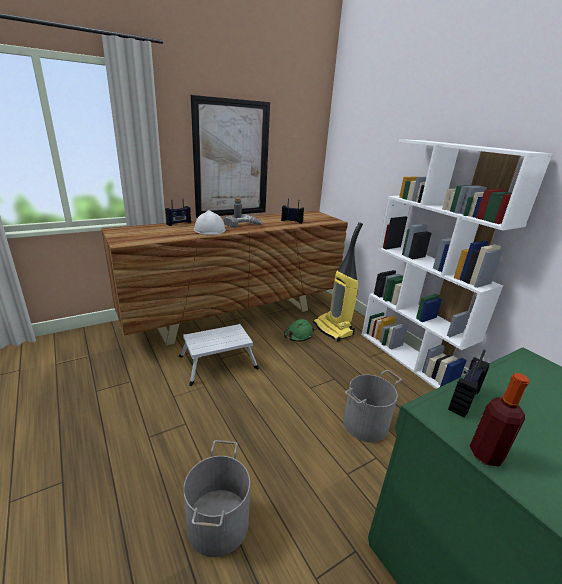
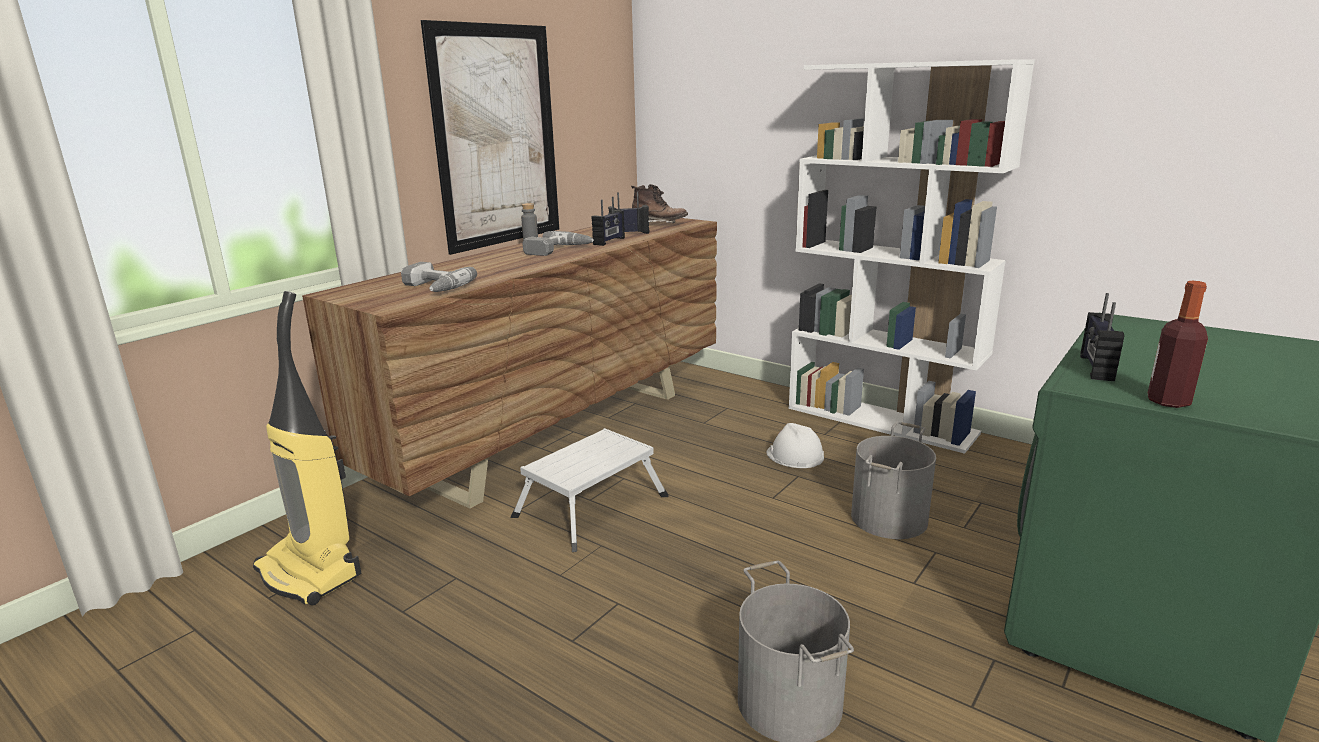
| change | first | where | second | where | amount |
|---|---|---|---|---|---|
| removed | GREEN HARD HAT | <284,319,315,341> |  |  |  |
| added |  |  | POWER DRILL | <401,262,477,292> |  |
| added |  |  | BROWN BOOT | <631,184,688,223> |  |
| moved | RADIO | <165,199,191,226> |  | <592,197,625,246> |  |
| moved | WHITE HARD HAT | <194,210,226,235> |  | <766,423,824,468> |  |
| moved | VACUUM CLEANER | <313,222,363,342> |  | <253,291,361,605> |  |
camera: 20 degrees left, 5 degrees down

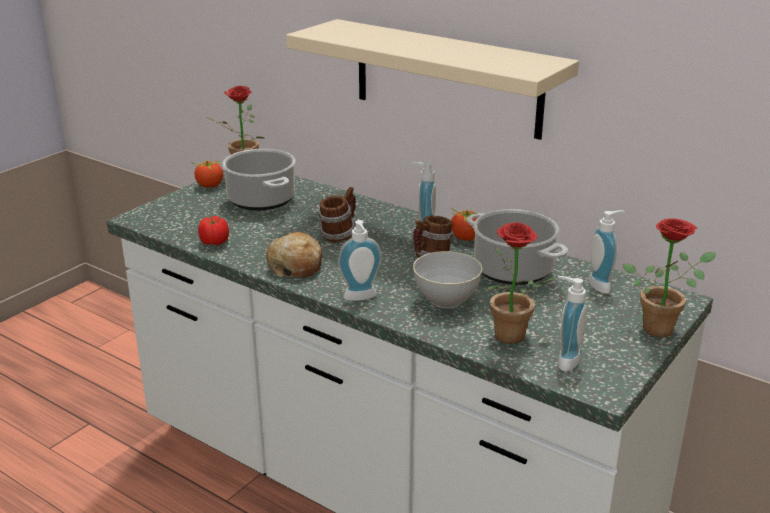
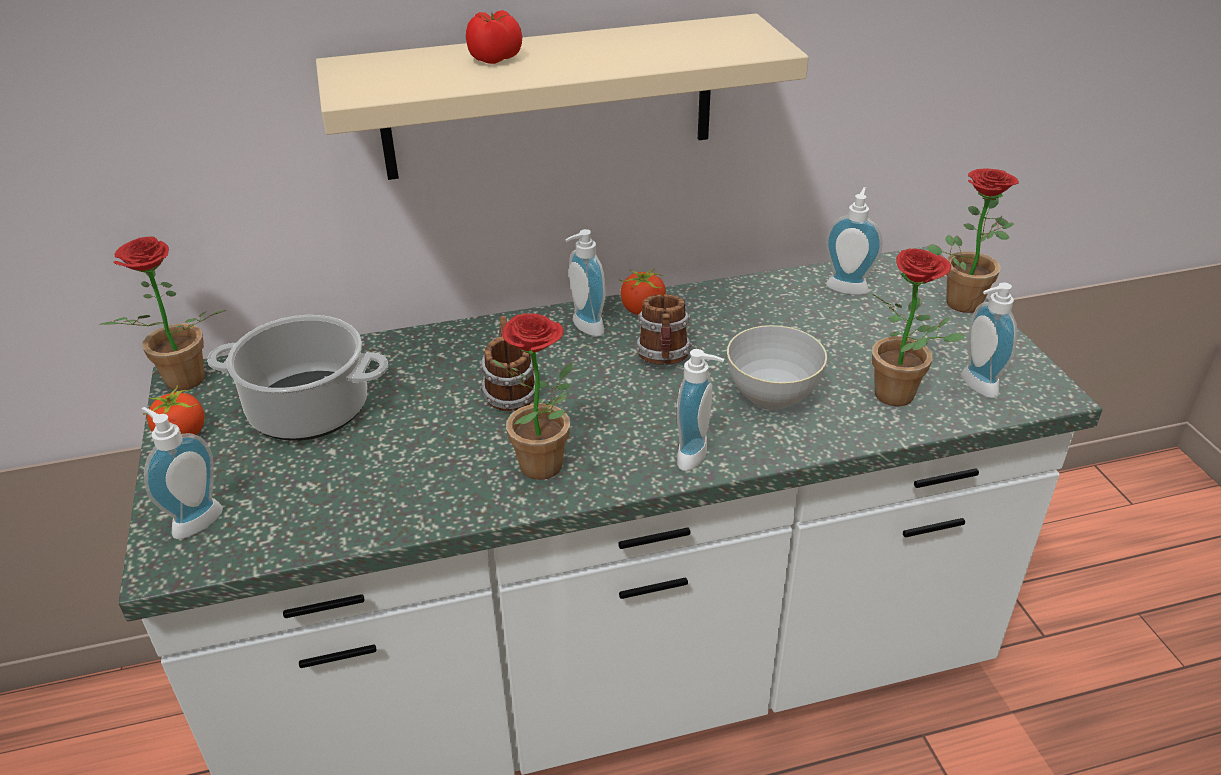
| change | first | where | second | where | amount |
|---|---|---|---|---|---|
| removed | COOKING POT | <467,209,568,285> |  |  |  |
| added |  |  | SOAP DISPENSER | <142,407,223,539> |  |
| moved | TOMATO | <198,216,229,245> |  | <466,10,522,64> |  |
| replaced | BREAD | <266,232,322,278> | POTTED PLANT | <491,313,573,480> |  |
camera: 50 degrees left, 10 degrees up

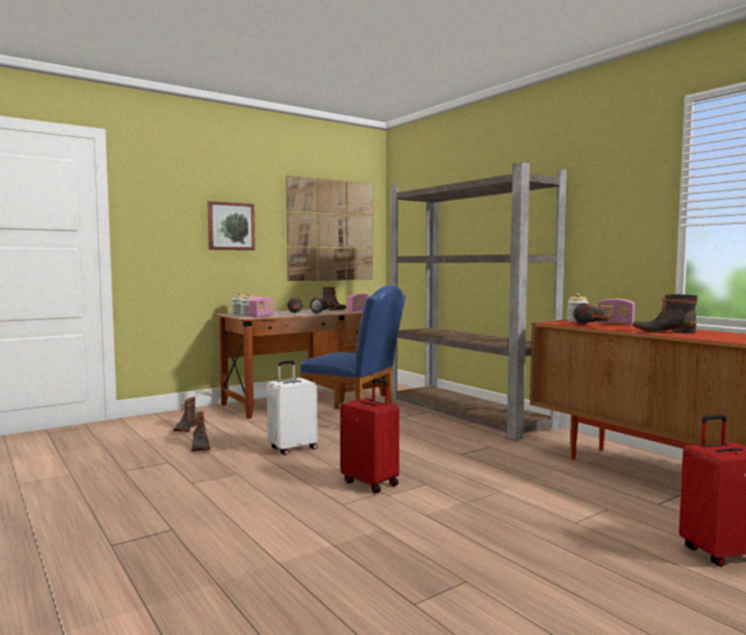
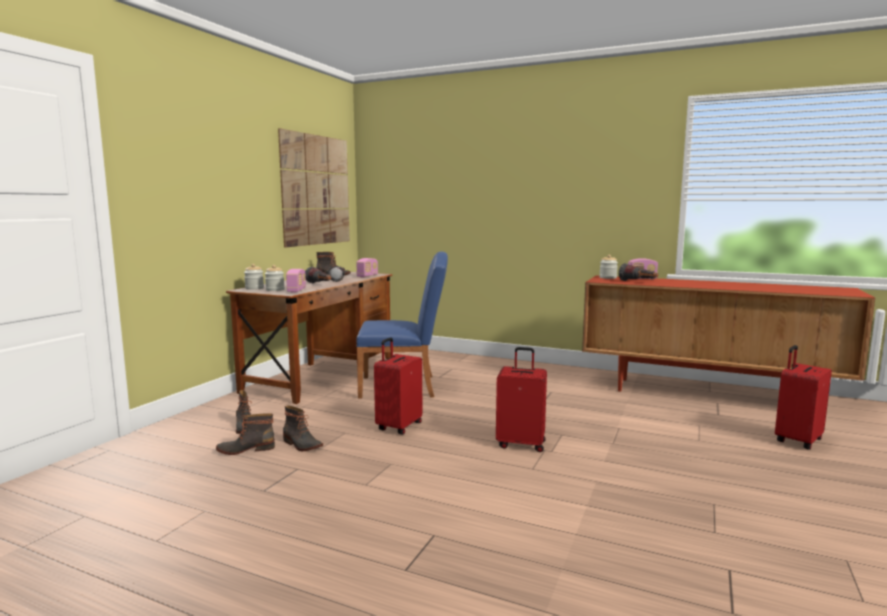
| change | first | where | second | where | amount |
|---|---|---|---|---|---|
| removed | PICTURE | <207,201,255,250> |  |  |  |
| removed | BROWN BOOKCASE | <390,162,567,441> |  |  |  |
| moved | BOOT | <632,294,698,333> |  | <216,413,275,455> |  |
| recoloured | WHITE SUITCASE | <267,361,318,455> | RED SUITCASE | <374,337,422,435> |  |
camera: 30 degrees left, 5 degrees up

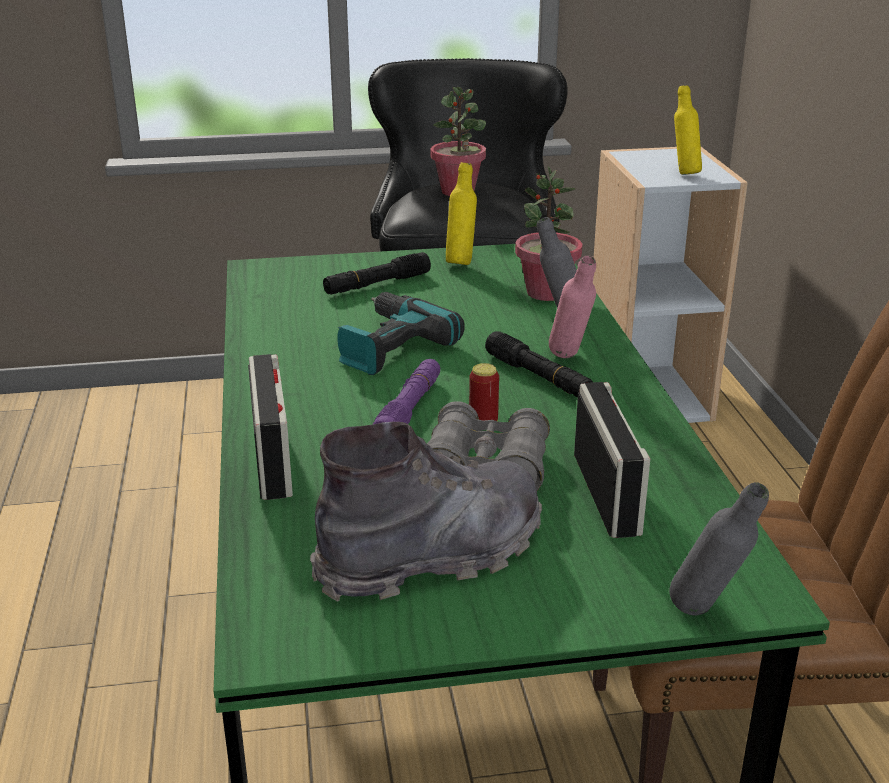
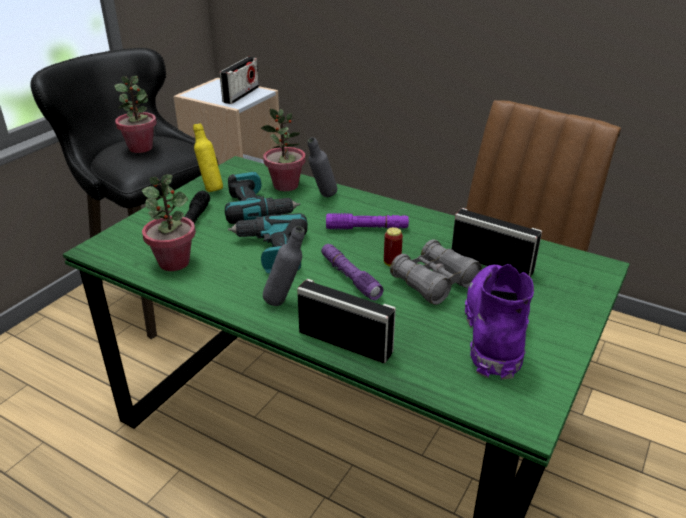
| change | first | where | second | where | amount |
|---|---|---|---|---|---|
| removed | PINK BOTTLE | <549,256,596,358> |  |  |  |
| added |  |  | POTTED PLANT | <142,174,196,271> |  |
| added |  |  | POWER DRILL | <225,172,300,224> |  |
| moved | GREY BOTTLE | <670,482,769,616> |  | <263,226,305,306> |  |
| replaced | YELLOW BOTTLE | <674,85,702,175> | RADIO | <220,57,259,104> |  |
| recoloured | GREY BOOT | <310,422,542,602> | PURPLE BOOT | <465,264,534,380> |  |
| recoloured | BLACK FLASHLIGHT | <485,331,593,397> | PURPLE FLASHLIGHT | <326,213,409,230> |  |
camera: 50 degrees left, 5 degrees up

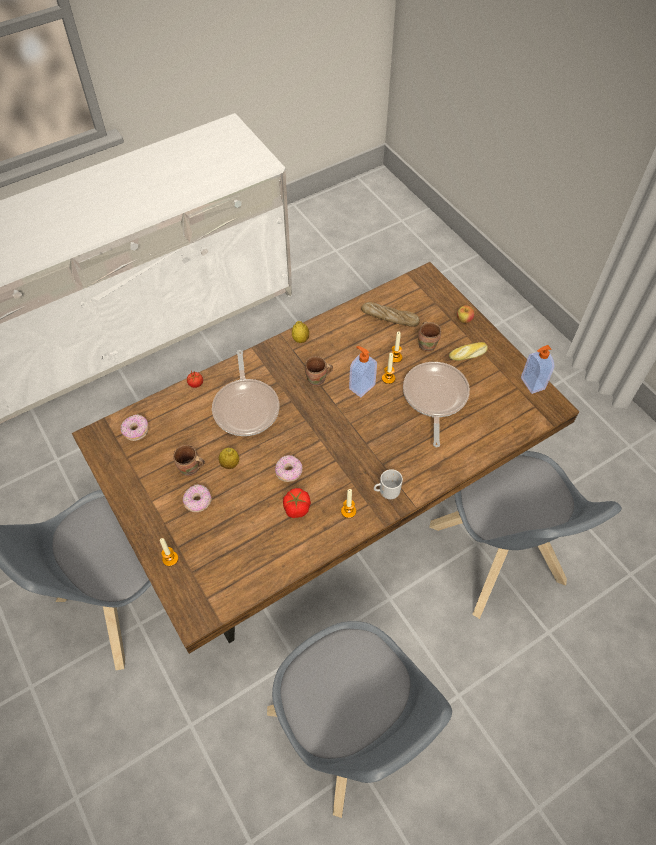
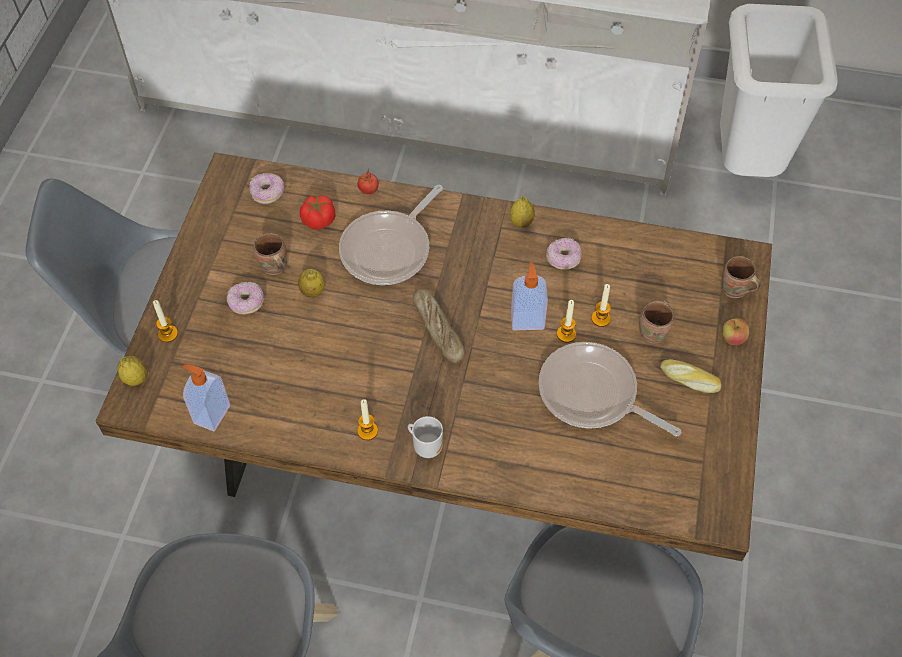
| change | first | where | second | where | amount |
|---|---|---|---|---|---|
| added |  |  | LEMON | <118,356,148,386> |  |
| added |  |  | WHITE TRASH CAN | <720,4,838,177> |  |
| moved | DONUT | <275,455,303,482> |  | <546,238,582,270> |  |
| moved | TOMATO | <283,488,311,518> |  | <300,195,335,230> |  |
| moved | BROWN MUG | <305,356,333,386> |  | <722,256,761,298> |  |
| moved | BREAD | <361,302,420,327> |  | <413,289,465,363> |  |
| moved | SOAP DISPENSER | <521,345,555,394> |  | <182,365,230,432> |  |
| turned | FRYING PAN | <403,362,470,447> |  | <539,342,681,437> | 105 degrees counterclockwise |
camera: 45 degrees right, 0 degrees up

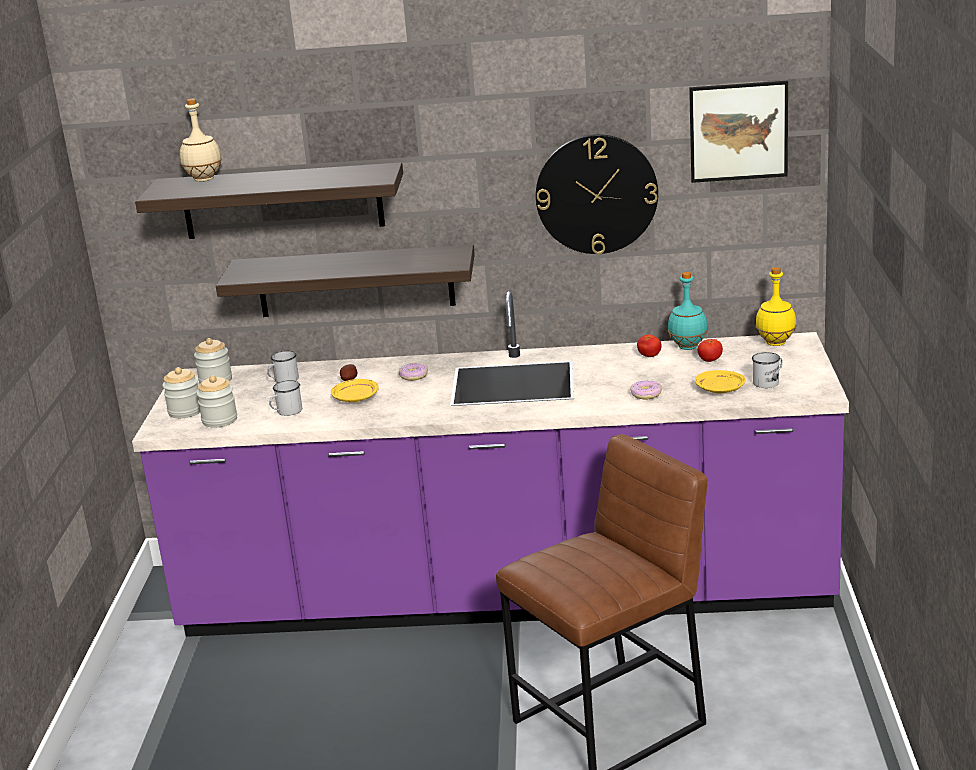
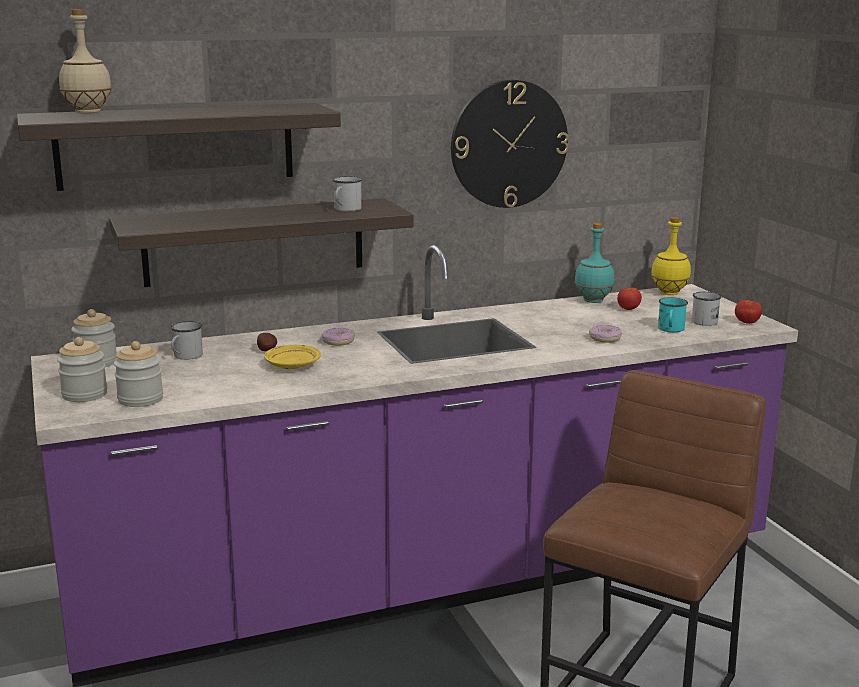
| change | first | where | second | where | amount |
|---|---|---|---|---|---|
| removed | PICTURE | <689,81,788,183> |  |  |  |
| moved | WHITE MUG | <269,380,302,416> |  | <332,177,362,211> |  |
| moved | TOMATO | <637,334,661,357> |  | <735,300,762,324> |  |
| replaced | YELLOW PLATE | <695,370,745,393> | TURQUOISE MUG | <658,297,688,332> |  |
camera: 25 degrees left, 5 degrees down

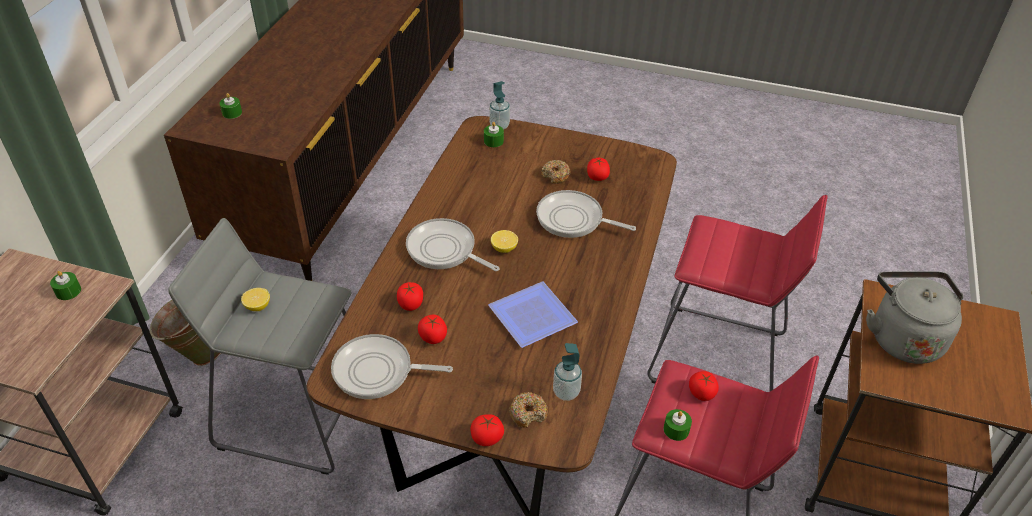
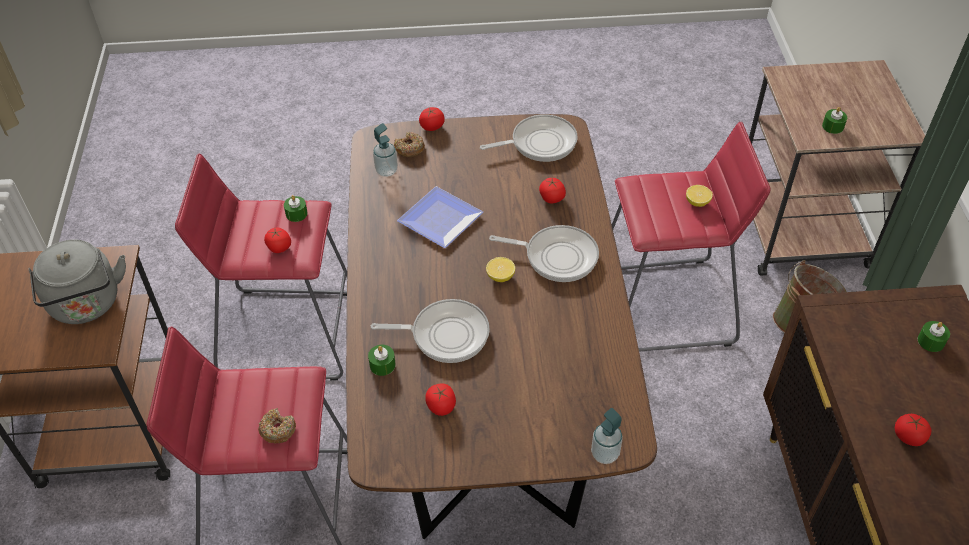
| change | first | where | second | where | amount |
|---|---|---|---|---|---|
| moved | TOMATO | <418,314,447,344> |  | <895,414,931,446> |  |
| moved | GREEN CANDLE | <484,122,504,147> |  | <368,345,396,376> |  |
| moved | DONUT | <541,160,571,184> |  | <258,408,296,444> |  |
| recoloured | GREY STOOL | <169,218,352,475> | RED STOOL | <612,122,771,352> |  |
camera: 160 degrees right, 5 degrees up

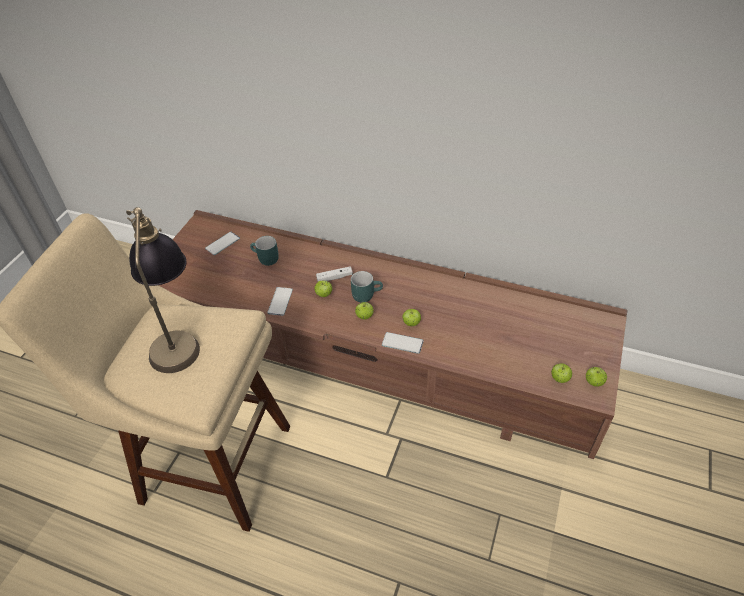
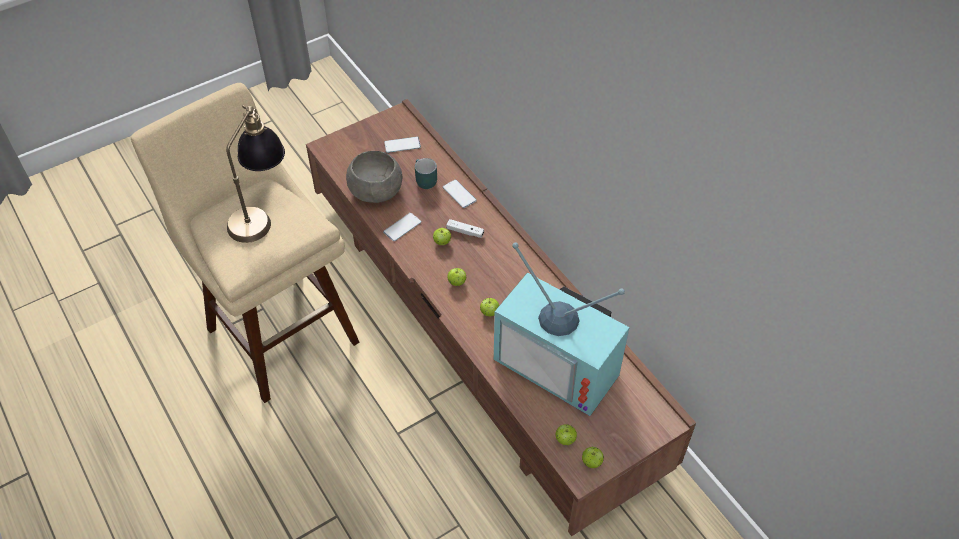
| change | first | where | second | where | amount |
|---|---|---|---|---|---|
| removed | TURQUOISE MUG | <351,271,383,303> |  |  |  |
| added |  |  | GREY BOWL | <346,151,402,203> |  |
| added |  |  | TELEVISION | <494,242,630,416> |  |
| moved | PHONE | <382,332,424,354> |  | <443,180,477,208> |  |
camera: 35 degrees right, 5 degrees up

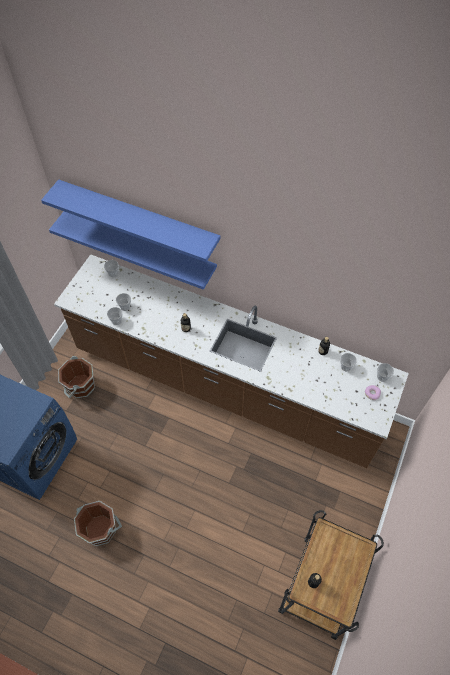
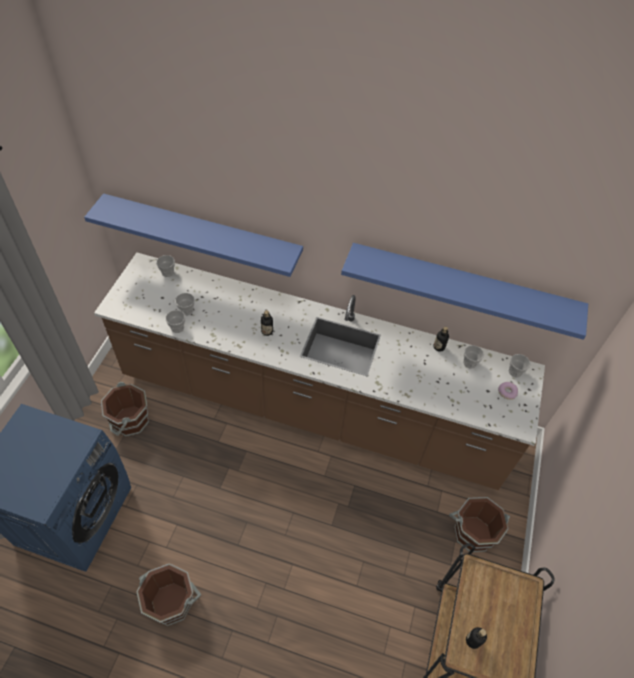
| change | first | where | second | where | amount |
|---|---|---|---|---|---|
| added |  |  | BROWN BUCKET | <449,497,510,552> |  |
| moved | BLUE SHELF | <41,179,220,262> |  | <341,243,588,340> |  |
camera: 10 degrees left, 5 degrees down

